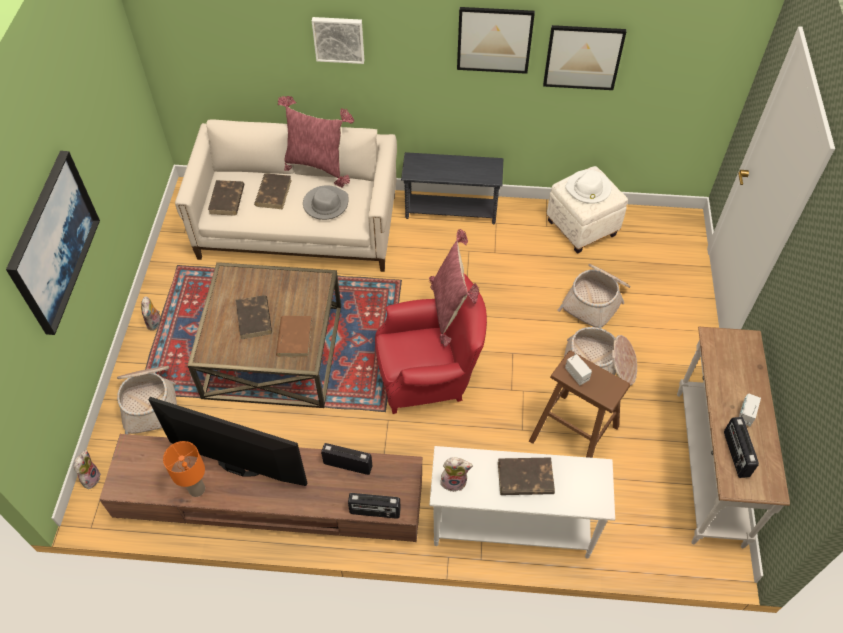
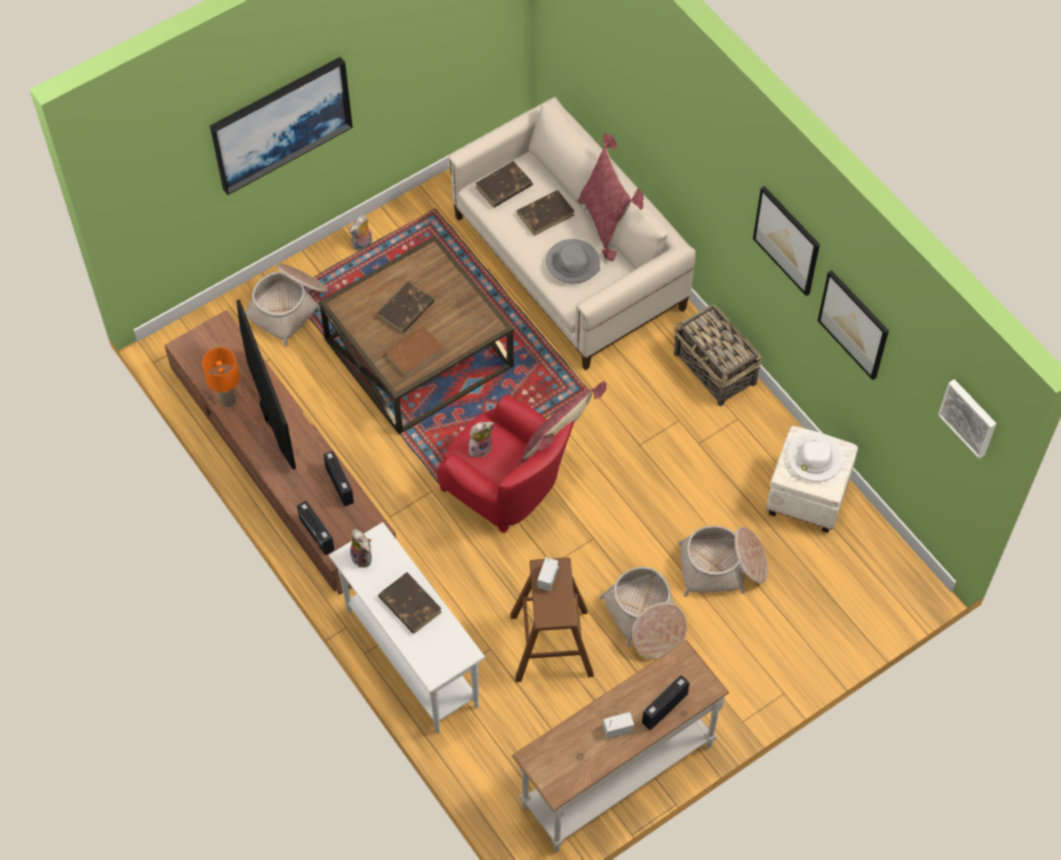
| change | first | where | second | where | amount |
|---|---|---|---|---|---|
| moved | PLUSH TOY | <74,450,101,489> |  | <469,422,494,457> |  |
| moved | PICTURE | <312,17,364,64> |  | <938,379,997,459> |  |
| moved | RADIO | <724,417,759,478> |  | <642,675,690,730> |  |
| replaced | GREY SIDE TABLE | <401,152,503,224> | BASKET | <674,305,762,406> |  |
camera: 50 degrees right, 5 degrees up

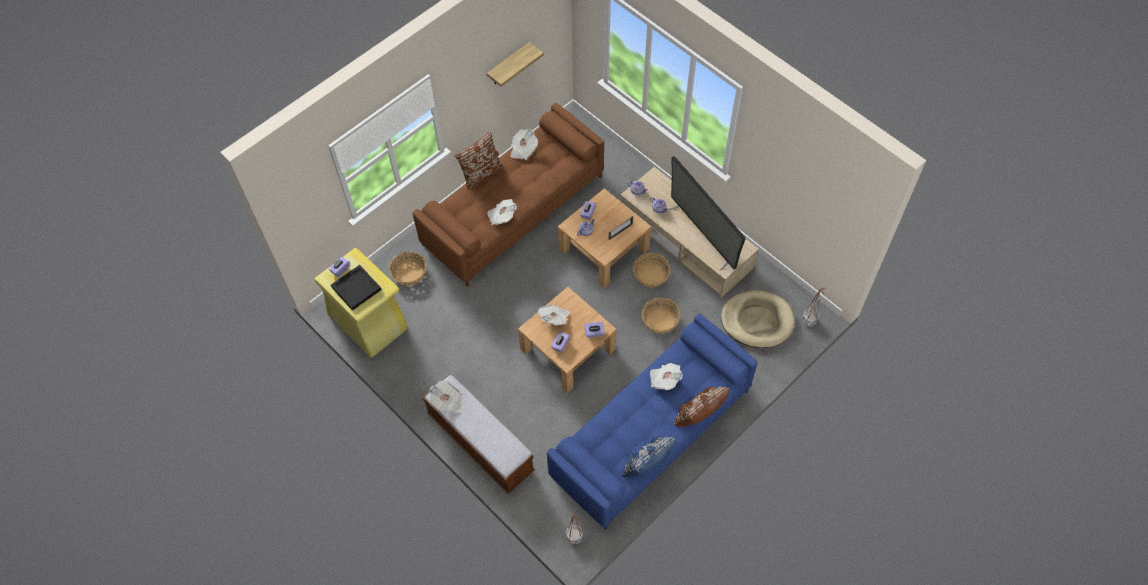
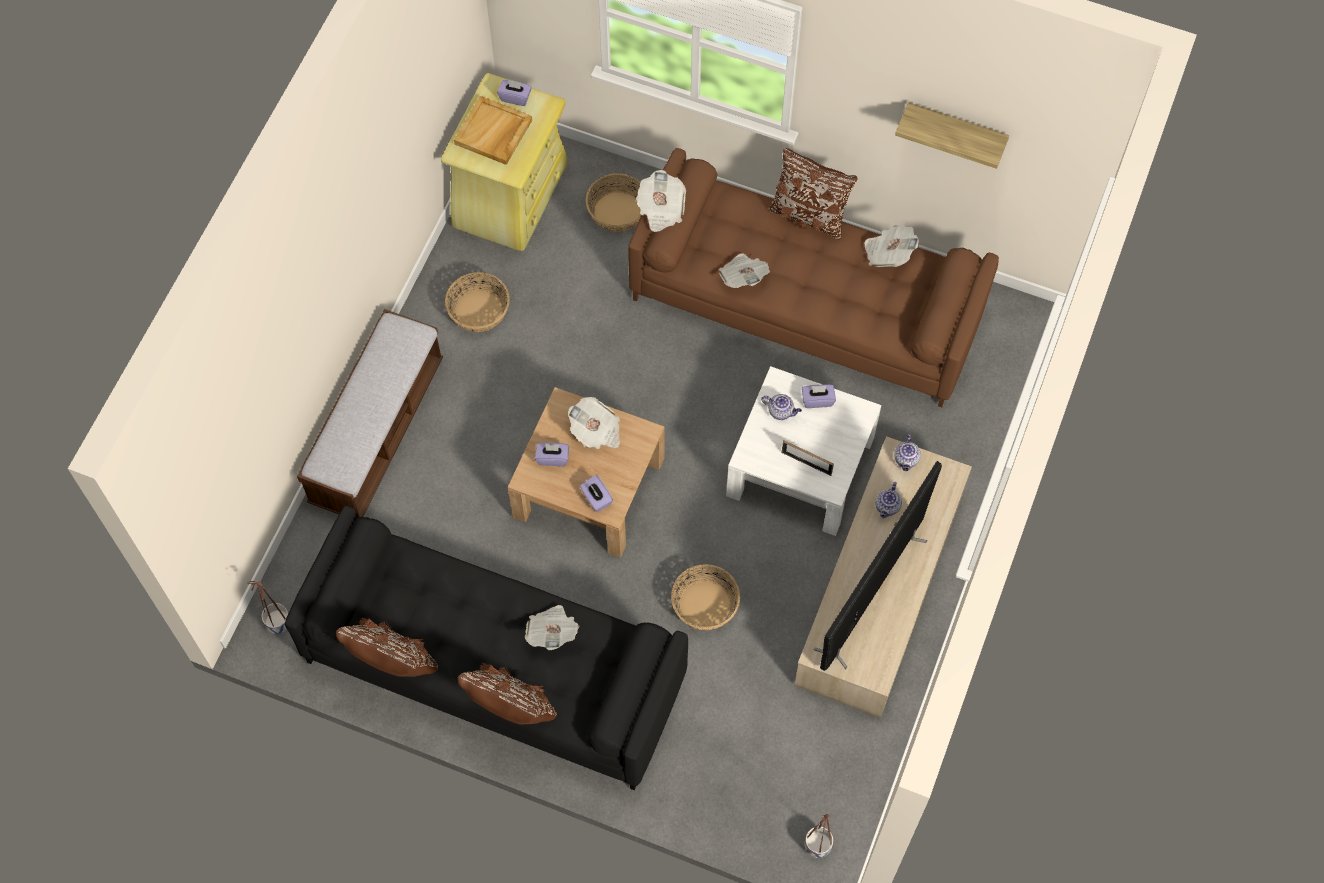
| change | first | where | second | where | amount |
|---|---|---|---|---|---|
| removed | BEIGE DOG BED | <721,290,794,348> |  |  |  |
| moved | NEWSPAPER | <429,381,463,413> |  | <636,170,686,232> |  |
| moved | BASKET | <633,253,671,287> |  | <445,272,510,332> |  |
| recoloured | BLACK TRAY | <331,265,381,311> | BEIGE TRAY | <454,96,532,165> |  |
| recoloured | BLUE SOFA | <547,314,758,530> | BLACK SOFA | <285,506,688,790> |  |
| recoloured | BROWN COFFEE TABLE | <558,188,651,288> | WHITE COFFEE TABLE | <726,366,881,536> |  |
| recoloured | BLUE PILLOW | <622,435,676,478> | BROWN PILLOW | <336,618,438,677> |  |
camera: 65 degrees right, 5 degrees up

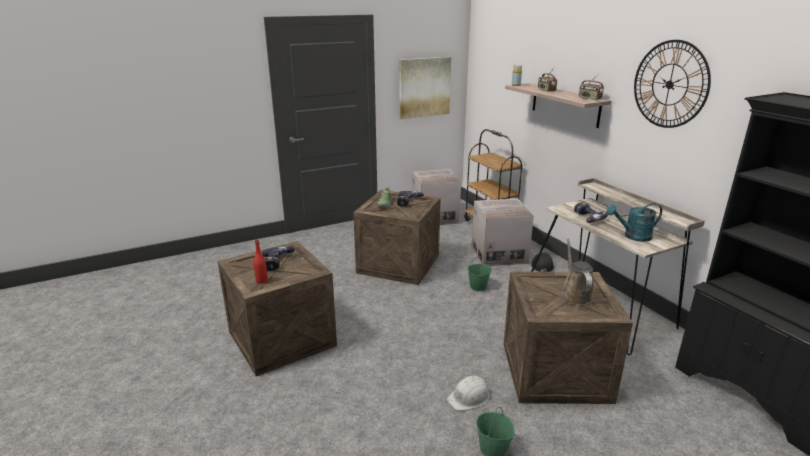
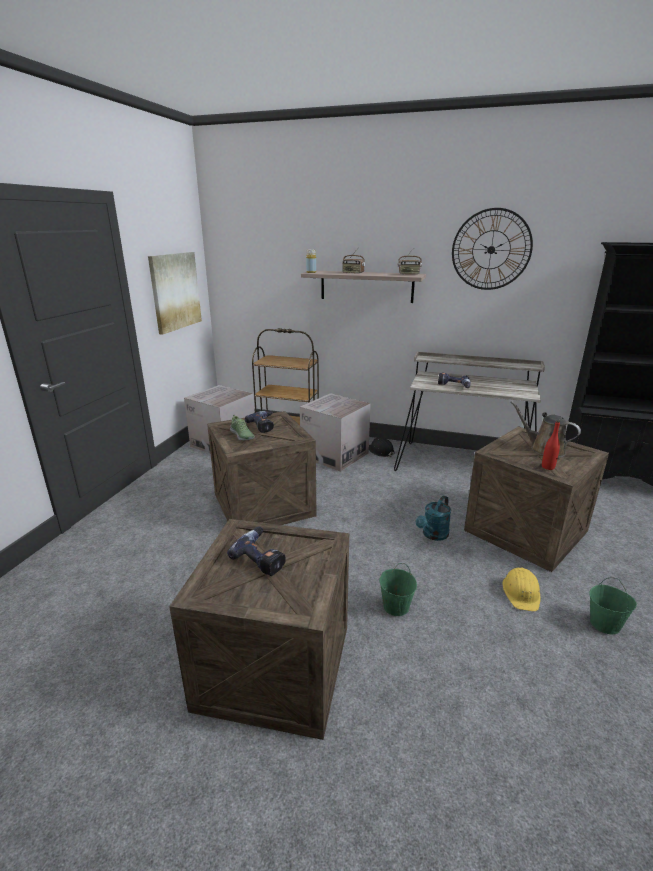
| change | first | where | second | where | amount |
|---|---|---|---|---|---|
| moved | RED BOTTLE | <254,239,268,284> |  | <542,421,560,470> |  |
| moved | GREEN BUCKET | <468,256,492,291> |  | <379,563,417,616> |  |
| moved | TURQUOISE WATERING CAN | <607,203,662,242> |  | <416,496,451,541> |  |
| recoloured | WHITE HARD HAT | <447,376,489,411> | YELLOW HARD HAT | <502,568,541,611> |  |
camera: 45 degrees left, 0 degrees up

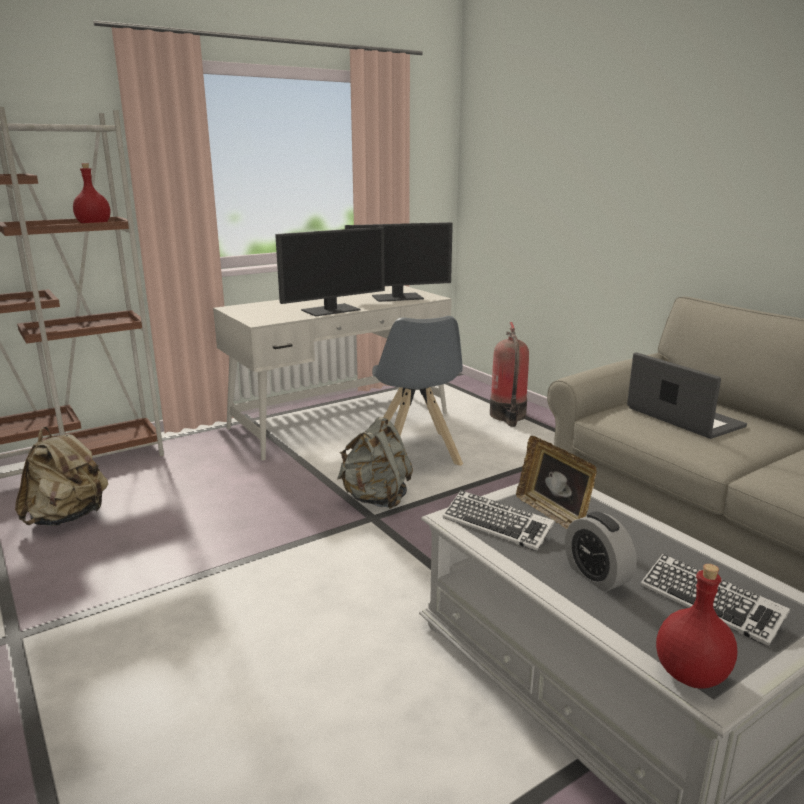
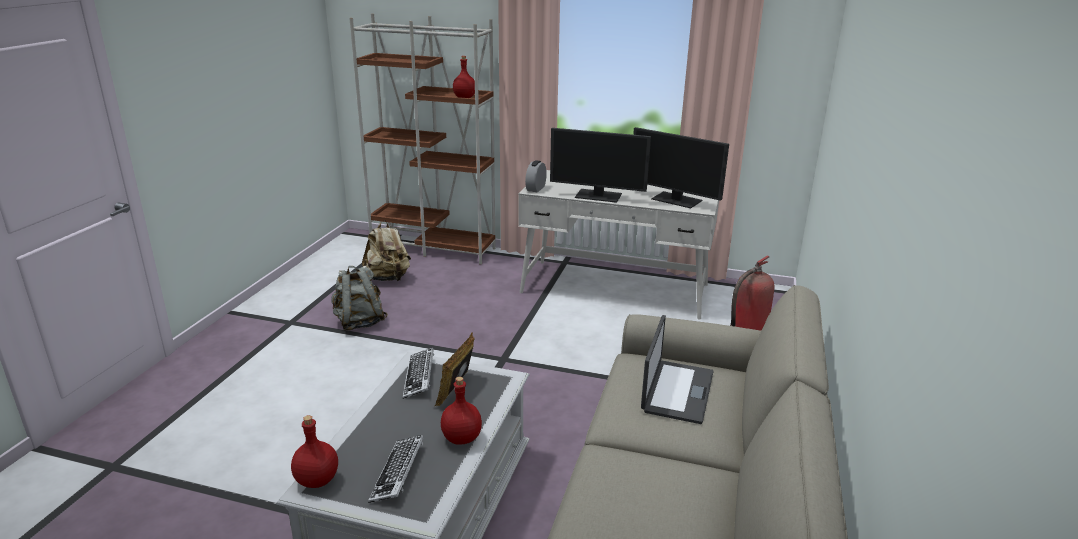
| change | first | where | second | where | amount |
|---|---|---|---|---|---|
| removed | GREY CHAIR | <372,316,463,466> |  |  |  |
| added |  |  | RED BOTTLE | <441,377,482,445> |  |
| moved | GREY BACKPACK | <337,417,413,509> |  | <331,265,388,331> |  |
| moved | ALARM CLOCK | <565,511,637,592> |  | <525,160,547,192> |  |
camera: 50 degrees right, 5 degrees up

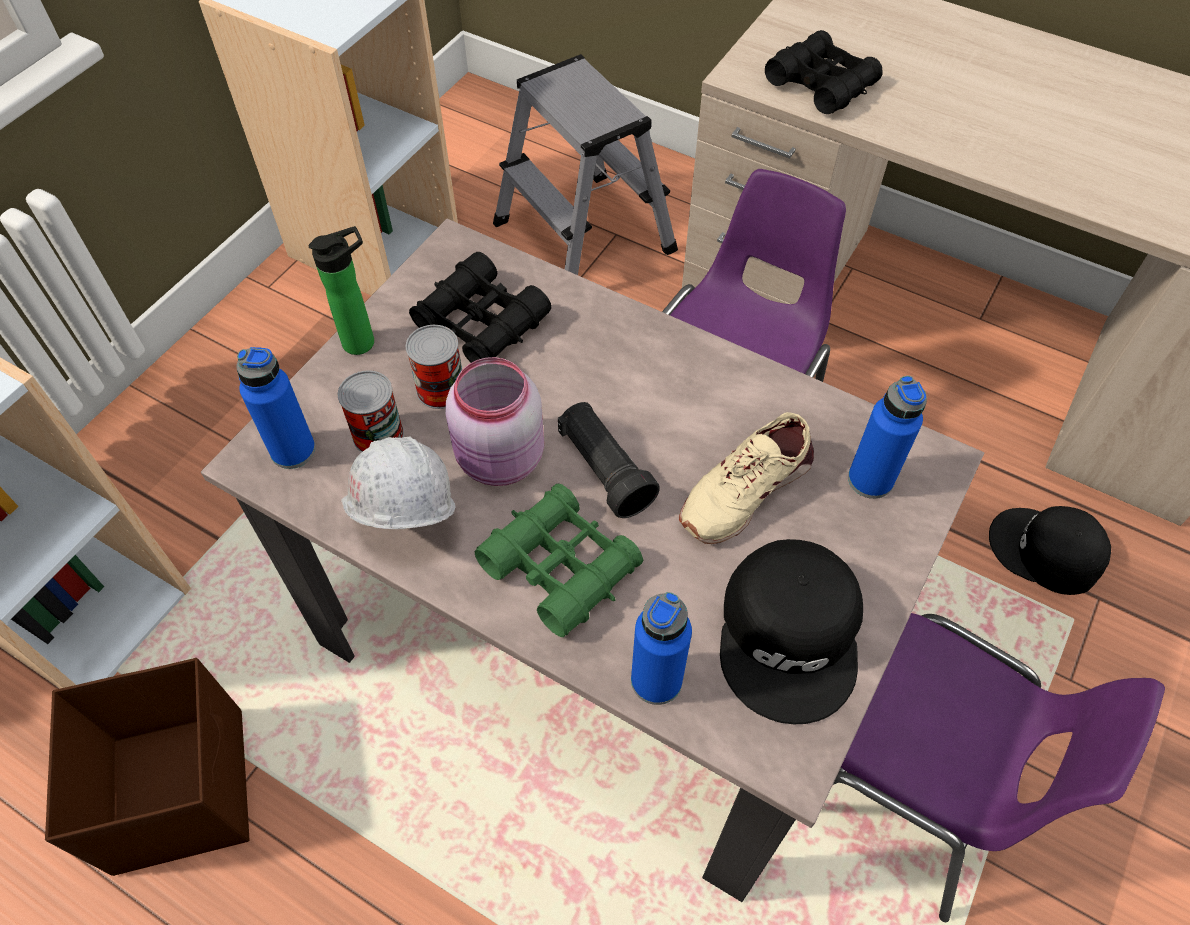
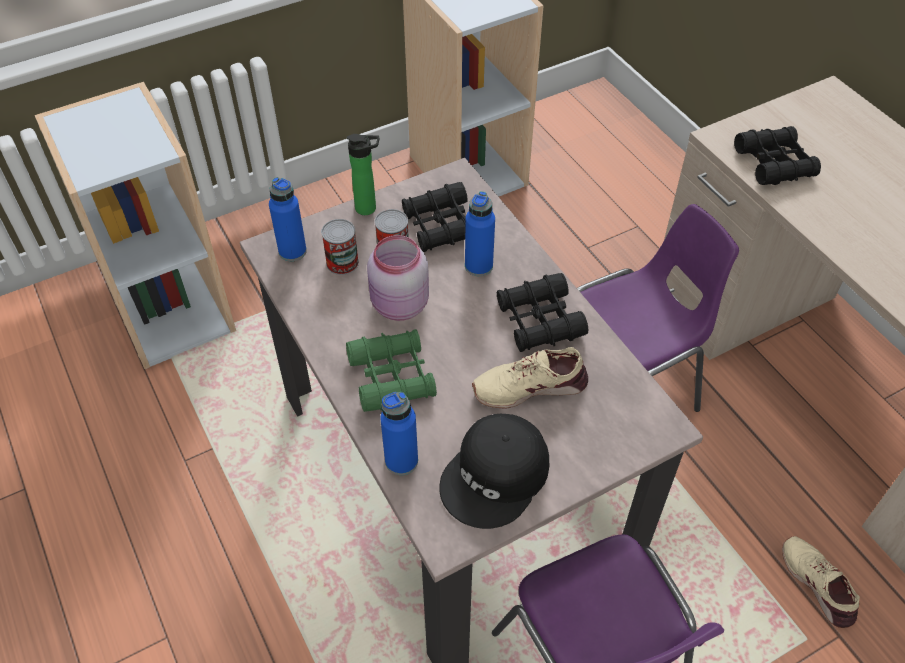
| change | first | where | second | where | amount |
|---|---|---|---|---|---|
| removed | BROWN STORAGE BOX | <45,658,250,876> |  |  |  |
| removed | WHITE HARD HAT | <313,437,455,529> |  |  |  |
| removed | GREY STEP LADDER | <493,54,678,275> |  |  |  |
| removed | BLACK FLASHLIGHT | <558,402,660,518> |  |  |  |
| added |  |  | BLACK BINOCULARS | <497,273,589,352> |  |
| moved | BLUE BOTTLE | <848,376,927,499> |  | <465,191,495,276> |  |
| replaced | BLACK CAP | <989,506,1111,595> | BEIGE SHOE | <782,536,860,628> |  |
camera: 30 degrees right, 5 degrees down

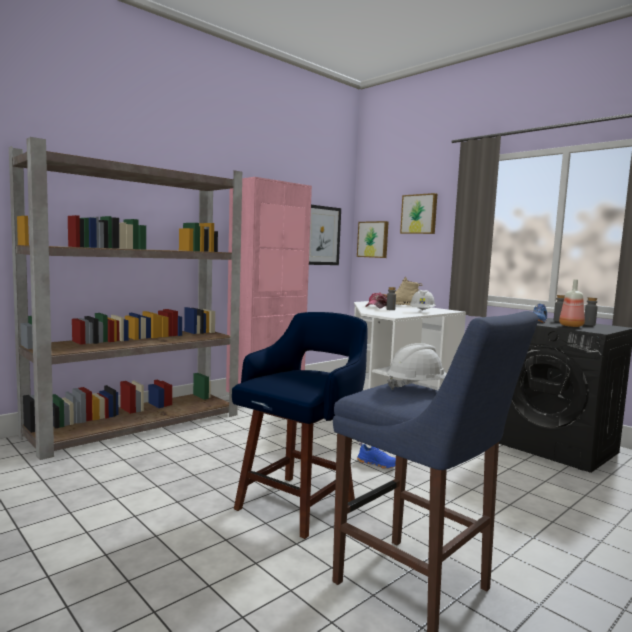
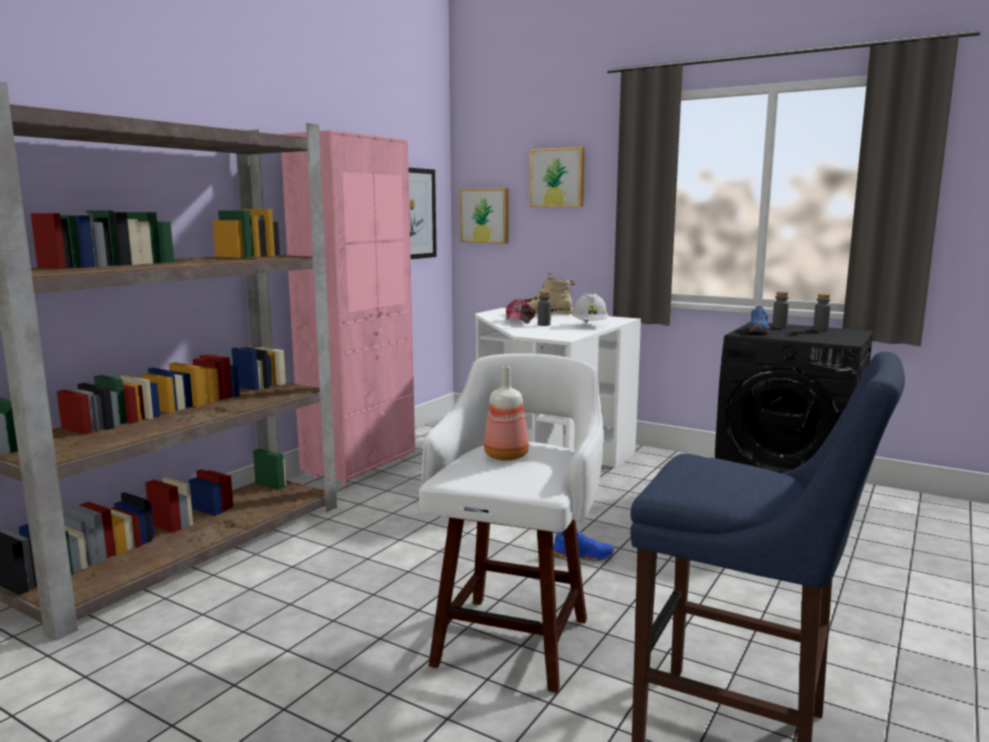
| change | first | where | second | where | amount |
|---|---|---|---|---|---|
| removed | WHITE HARD HAT | <387,343,447,390> |  |  |  |
| moved | BOTTLE | <559,279,585,327> |  | <484,366,529,461> |  |
| recoloured | BLUE STOOL | <232,312,368,539> | WHITE STOOL | <419,353,604,693> |  |
camera: 15 degrees left, 5 degrees up

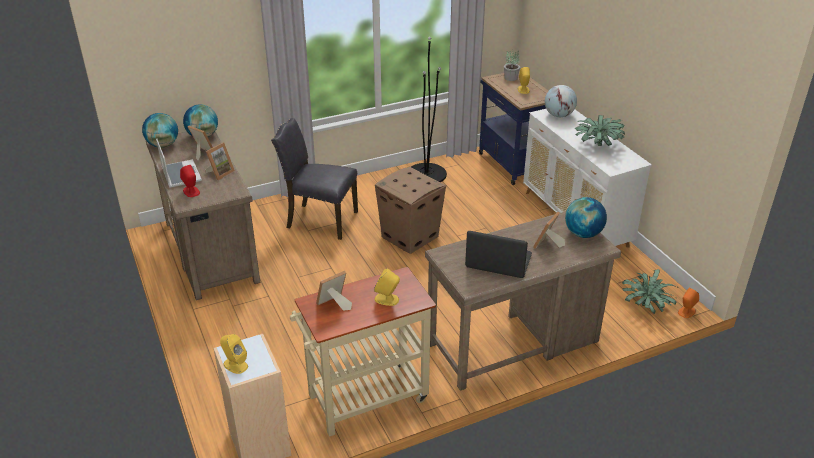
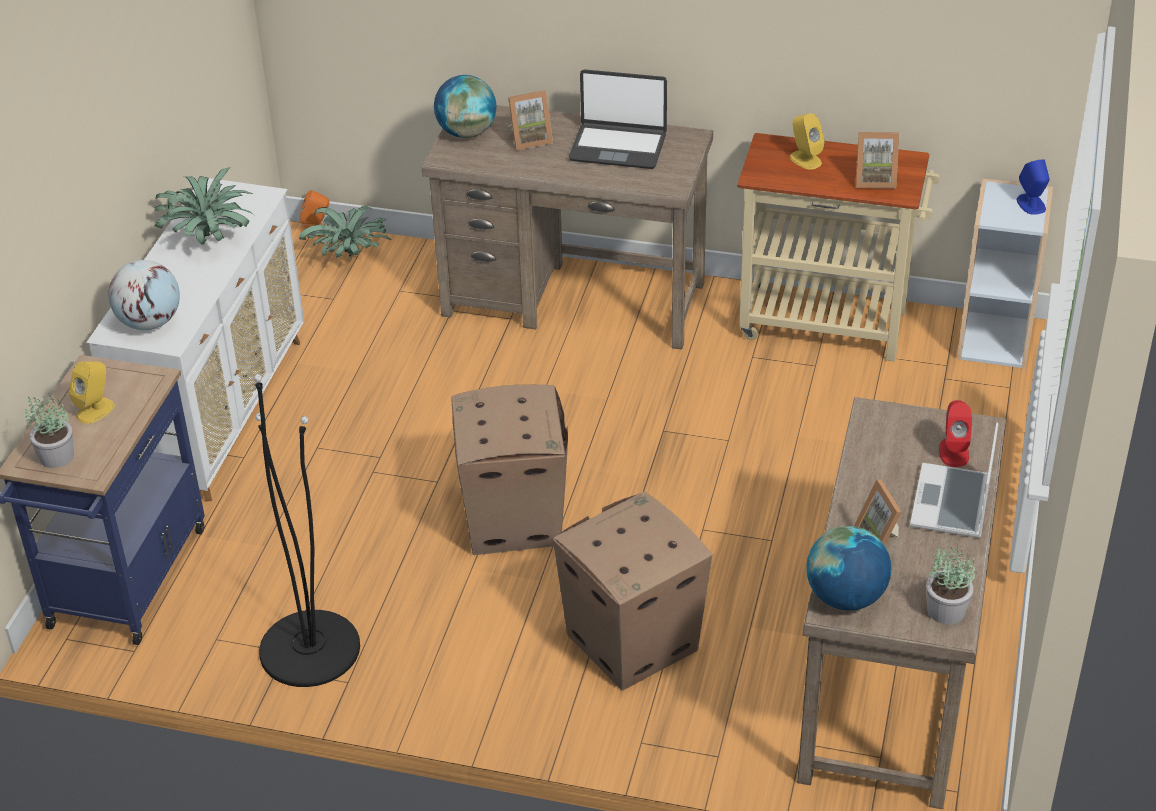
| change | first | where | second | where | amount |
|---|---|---|---|---|---|
| removed | PICTURE FRAME | <205,142,235,180> |  |  |  |
| replaced | GLOBE | <142,113,178,148> | POTTED PLANT | <926,543,975,624> |  |
| replaced | GREY CHAIR | <271,118,358,240> | CARDBOARD BOX | <553,491,712,691> |  |
| recoloured | YELLOW SPEAKER | <220,334,248,374> | BLUE SPEAKER | <1017,159,1050,215> |  |
| turned | LAPTOP | <465,231,532,278> |  | <569,70,667,169> | 45 degrees counterclockwise |
camera: 140 degrees left, 5 degrees up

